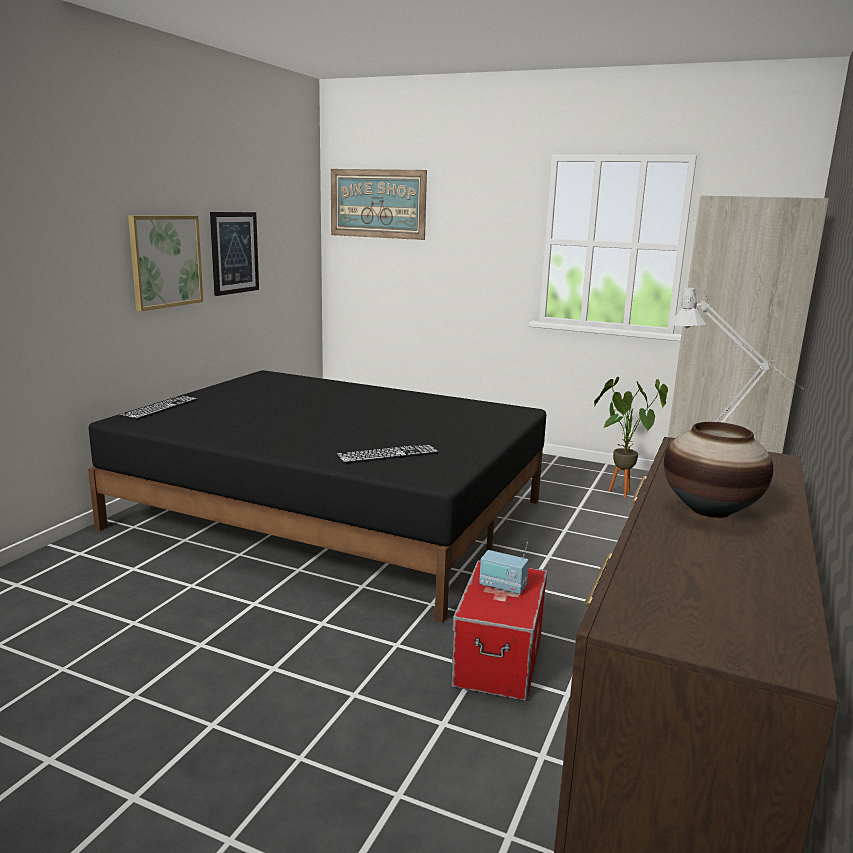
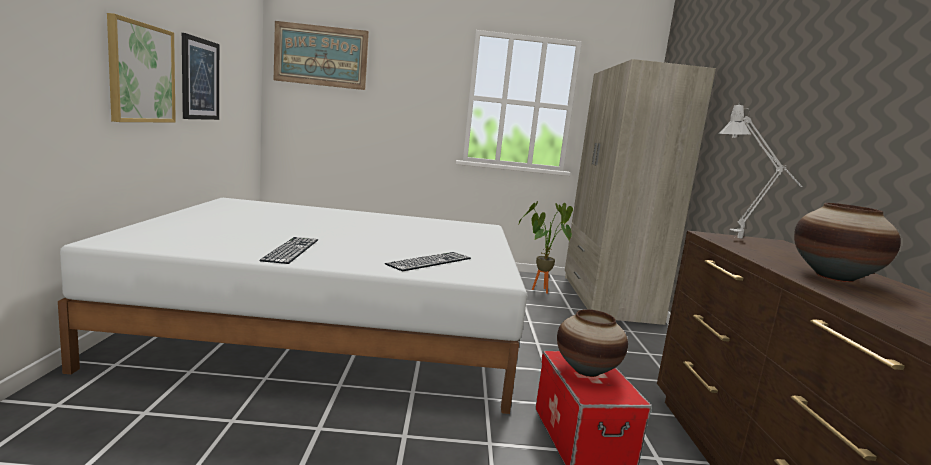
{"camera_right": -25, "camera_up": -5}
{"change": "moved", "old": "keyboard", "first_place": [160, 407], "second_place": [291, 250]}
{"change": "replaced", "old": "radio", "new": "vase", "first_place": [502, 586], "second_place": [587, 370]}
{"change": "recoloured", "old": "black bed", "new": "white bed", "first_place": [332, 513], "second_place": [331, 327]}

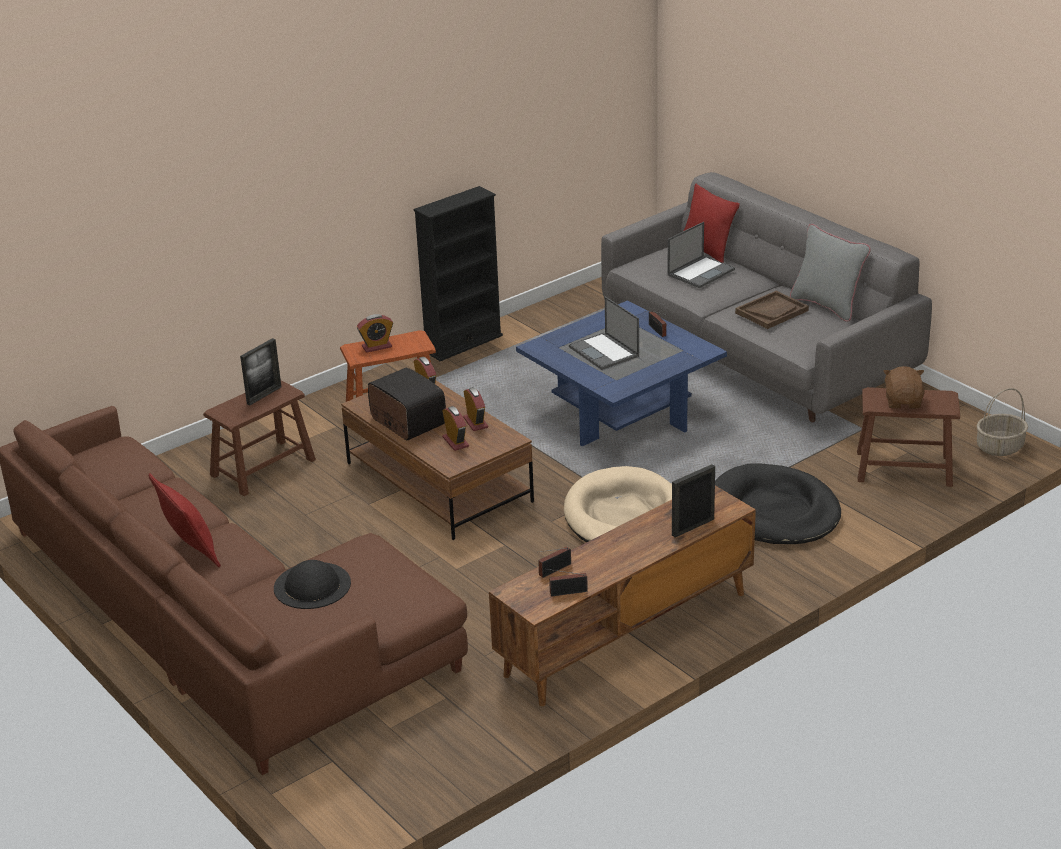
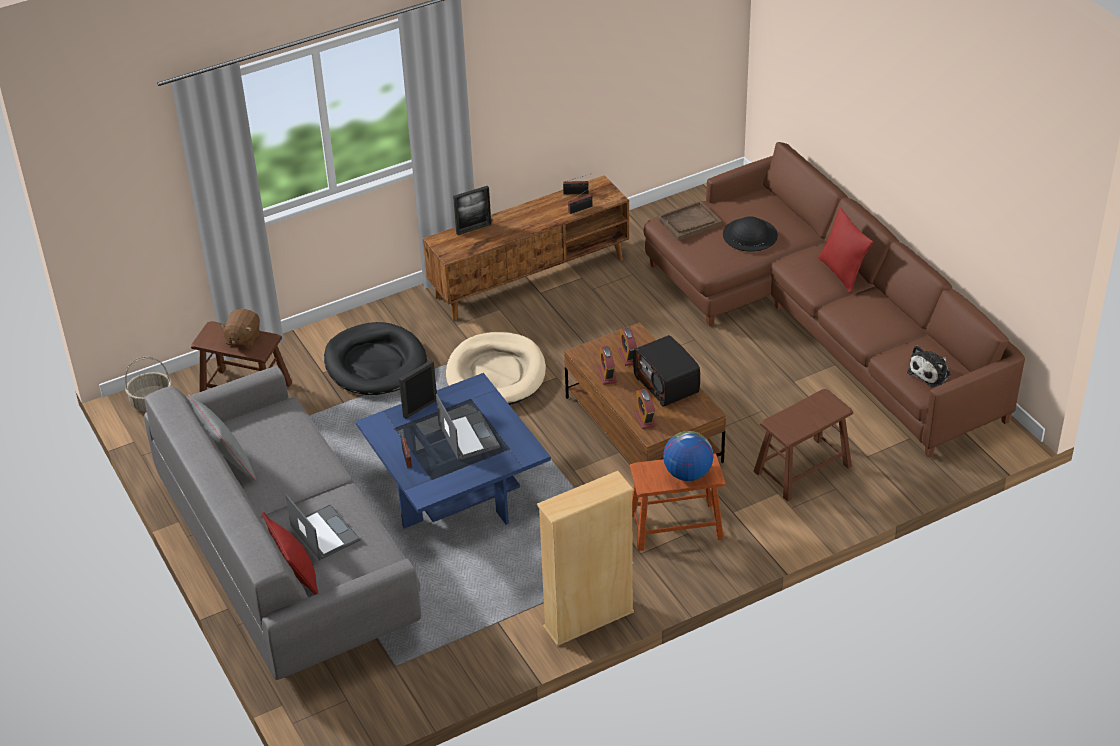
{"camera_right": -170, "camera_up": 10}
{"change": "added", "new": "plush toy", "second_place": [931, 372]}
{"change": "moved", "old": "picture frame", "first_place": [264, 395], "second_place": [420, 408]}
{"change": "moved", "old": "brown tray", "first_place": [771, 312], "second_place": [689, 222]}
{"change": "replaced", "old": "alarm clock", "new": "globe", "first_place": [377, 346], "second_place": [687, 473]}
{"change": "recoloured", "old": "black bookcase", "new": "beige bookcase", "first_place": [463, 343], "second_place": [588, 619]}
{"change": "turned", "old": "laptop", "first_place": [701, 272], "second_place": [324, 532], "degrees": 90}

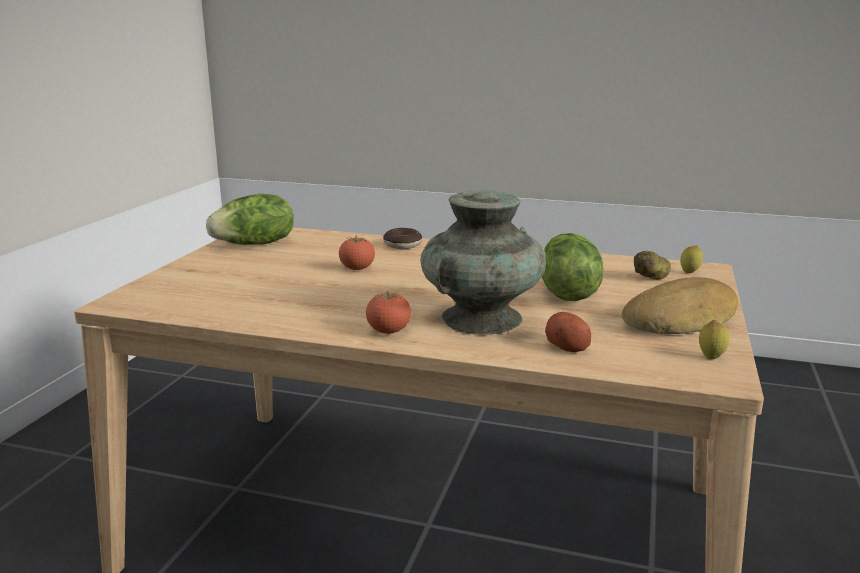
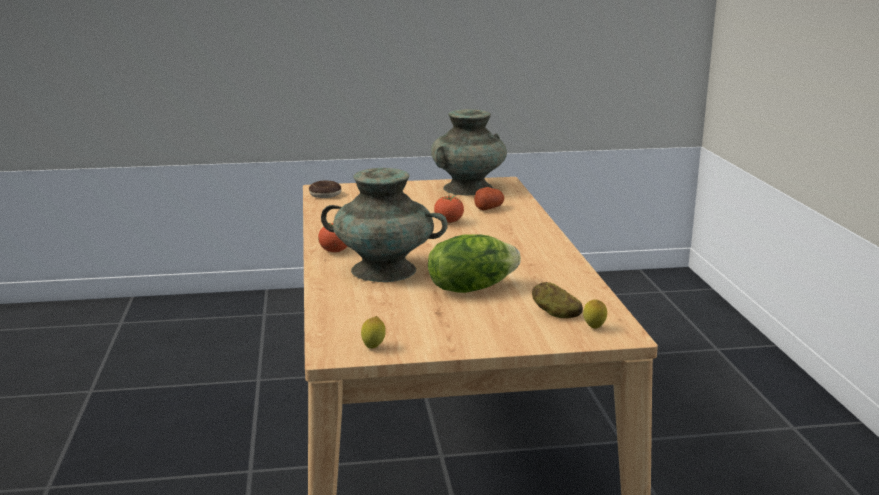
{"camera_right": 65, "camera_up": 0}
{"change": "removed", "old": "bread", "first_place": [682, 319]}
{"change": "moved", "old": "donut", "first_place": [402, 245], "second_place": [325, 195]}
{"change": "moved", "old": "potato", "first_place": [565, 345], "second_place": [488, 208]}
{"change": "replaced", "old": "lettuce", "new": "turquoise vase", "first_place": [255, 244], "second_place": [467, 188]}

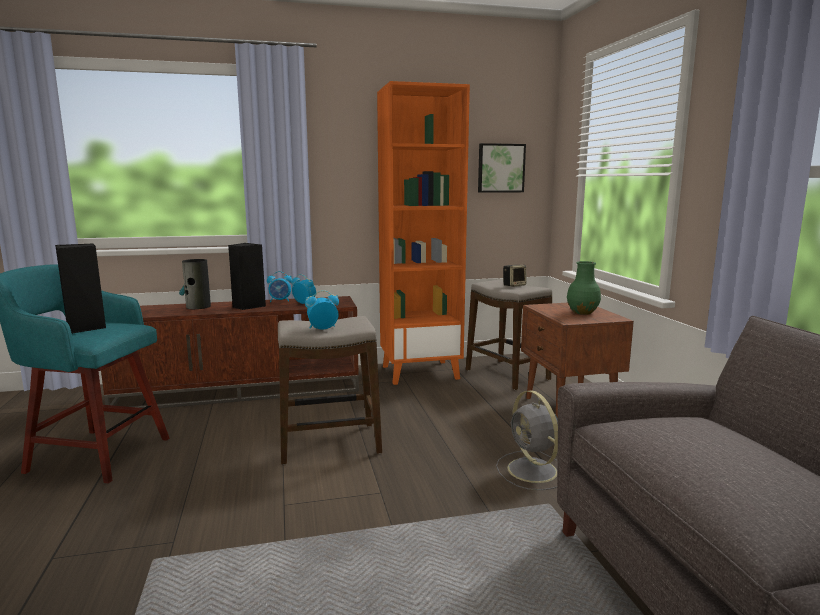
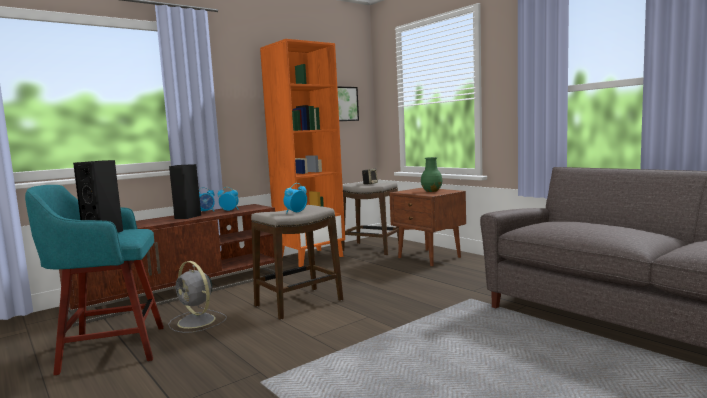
{"camera_right": -25, "camera_up": -5}
{"change": "removed", "old": "vase", "first_place": [198, 306]}
{"change": "moved", "old": "grey fan", "first_place": [533, 471], "second_place": [197, 321]}

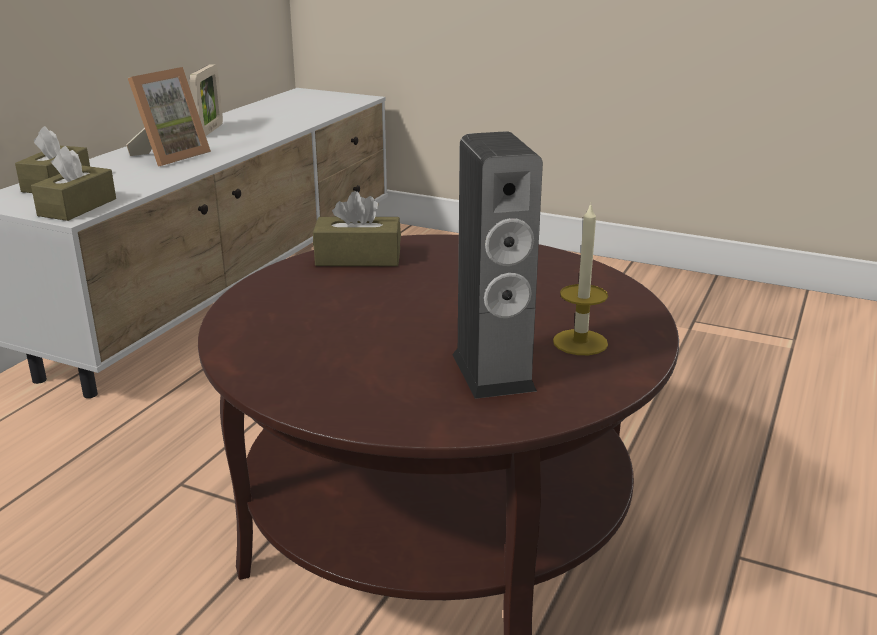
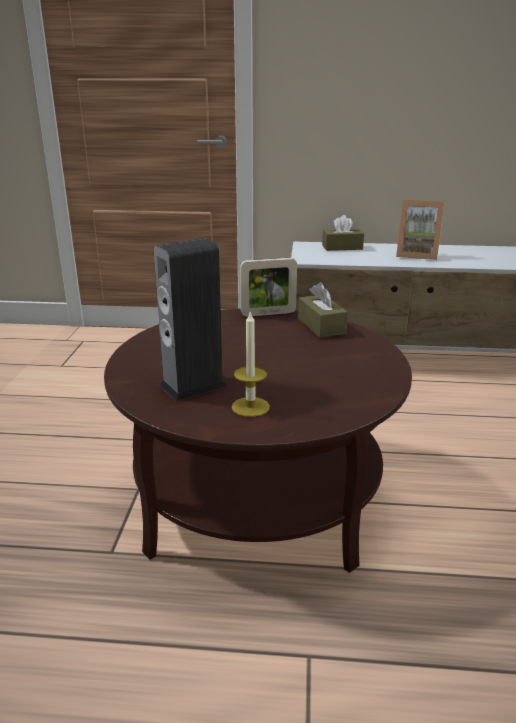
{"camera_right": 70, "camera_up": 0}
{"change": "removed", "old": "brown tissue box", "first_place": [77, 207]}
{"change": "moved", "old": "picture frame", "first_place": [210, 130], "second_place": [268, 313]}

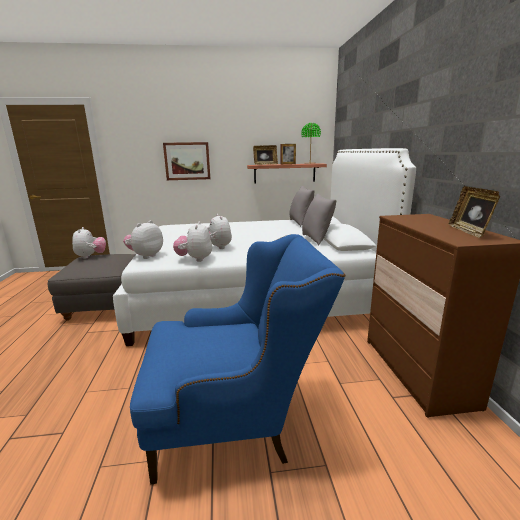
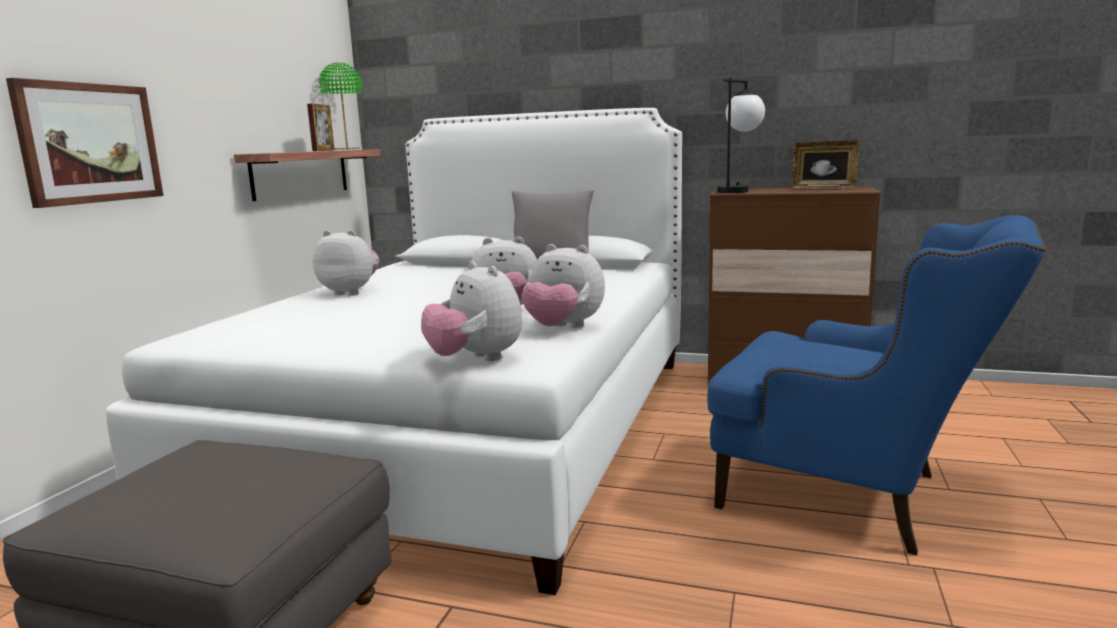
{"camera_right": -65, "camera_up": -5}
{"change": "removed", "old": "picture frame", "first_place": [265, 164]}
{"change": "removed", "old": "grey pillow", "first_place": [300, 223]}
{"change": "added", "new": "table lamp", "second_place": [738, 191]}
{"change": "moved", "old": "plush toy", "first_place": [91, 256], "second_place": [350, 292]}
{"change": "turned", "old": "blue armchair", "first_place": [236, 421], "second_place": [854, 497], "degrees": 105}

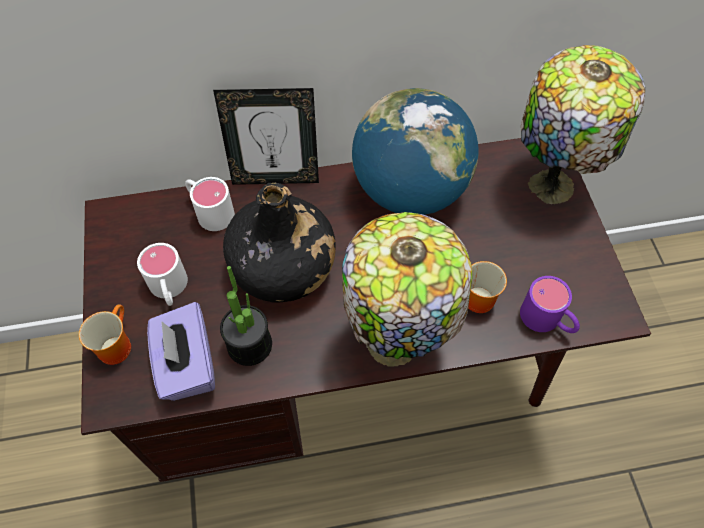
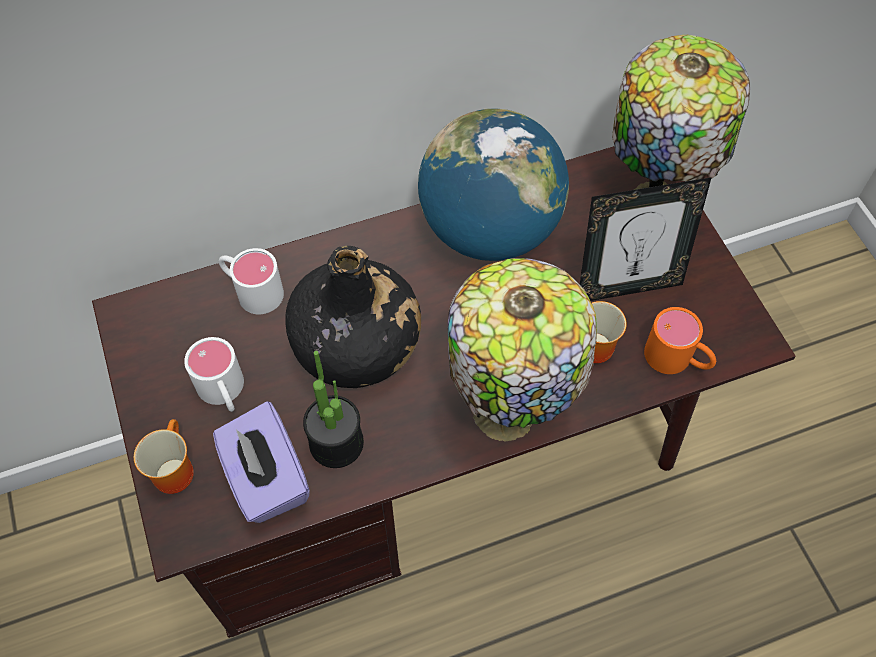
{"camera_right": -10, "camera_up": 0}
{"change": "moved", "old": "picture frame", "first_place": [275, 177], "second_place": [627, 286]}
{"change": "recoloured", "old": "purple mug", "new": "orange mug", "first_place": [547, 320], "second_place": [677, 359]}

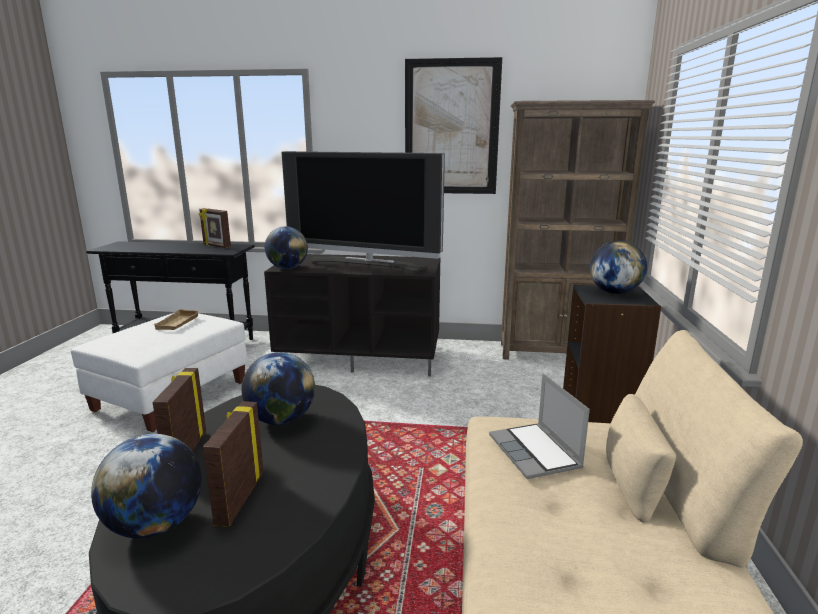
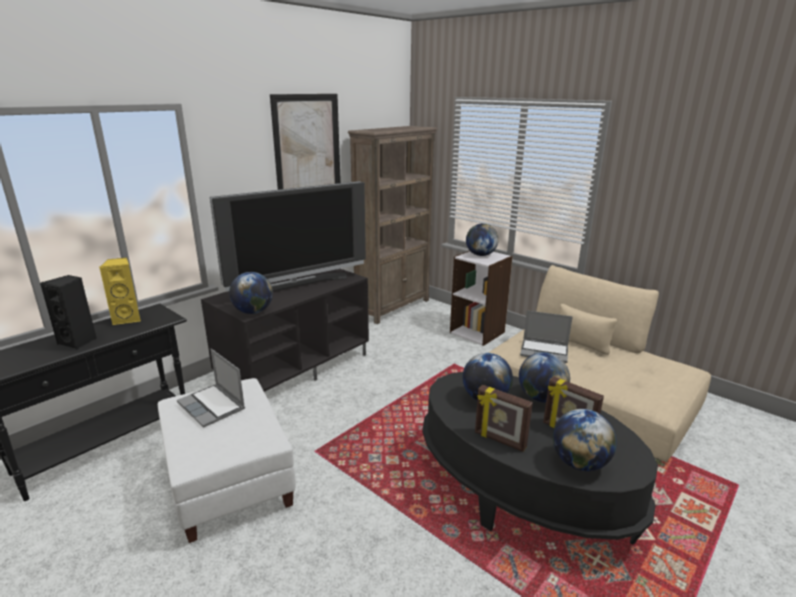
{"camera_right": -55, "camera_up": 5}
{"change": "added", "new": "black speaker", "second_place": [79, 342]}
{"change": "added", "new": "globe", "second_place": [541, 398]}
{"change": "replaced", "old": "beige tray", "new": "laptop", "first_place": [179, 323], "second_place": [212, 406]}
{"change": "replaced", "old": "picture frame", "new": "yellow speaker", "first_place": [216, 246], "second_place": [128, 319]}
{"change": "recoloured", "old": "black bookcase", "new": "white bookcase", "first_place": [600, 419], "second_place": [477, 332]}

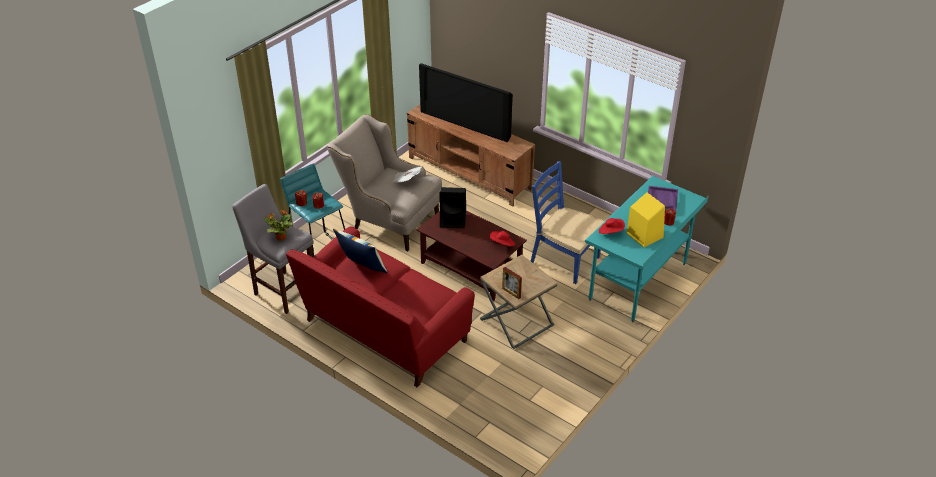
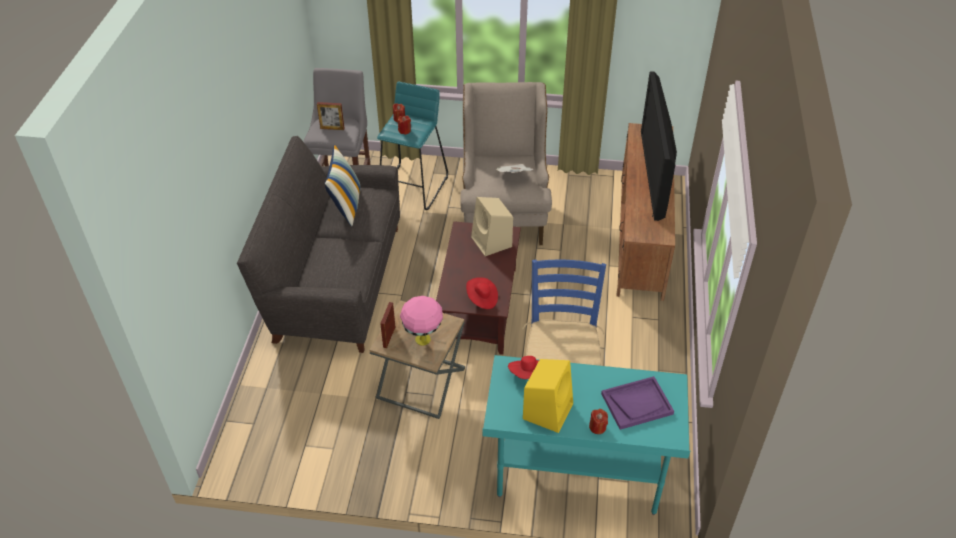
{"camera_right": 60, "camera_up": 5}
{"change": "added", "new": "pink table lamp", "second_place": [423, 340]}
{"change": "replaced", "old": "potted plant", "new": "picture frame", "first_place": [280, 237], "second_place": [332, 128]}
{"change": "recoloured", "old": "red sofa", "new": "grey sofa", "first_place": [384, 331], "second_place": [335, 282]}
{"change": "recoloured", "old": "black speaker", "new": "beige speaker", "first_place": [454, 220], "second_place": [492, 242]}

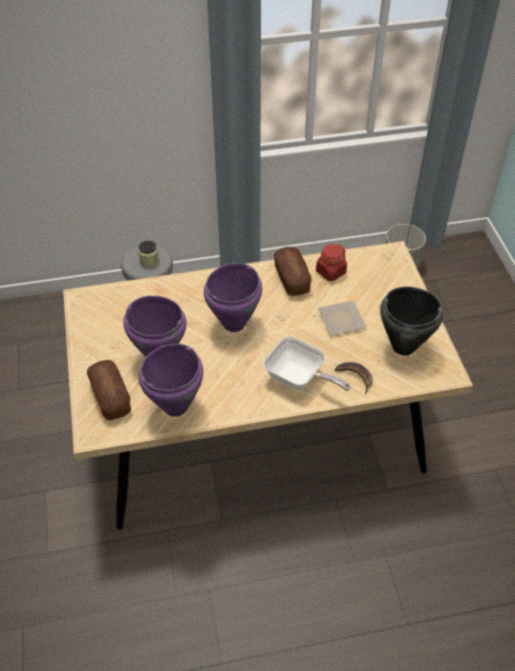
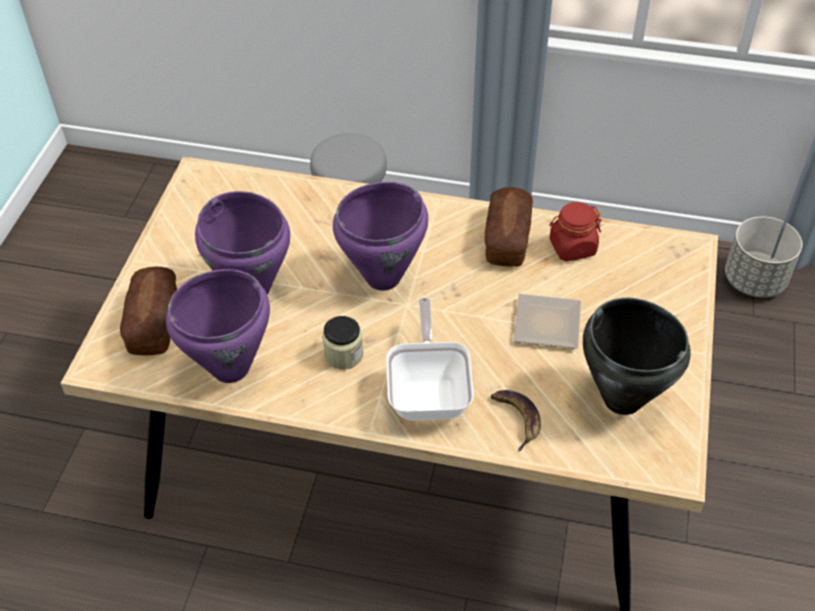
{"camera_right": 25, "camera_up": 0}
{"change": "moved", "old": "jar", "first_place": [149, 261], "second_place": [343, 355]}
{"change": "turned", "old": "frying pan", "first_place": [299, 379], "second_place": [429, 391], "degrees": -150}

